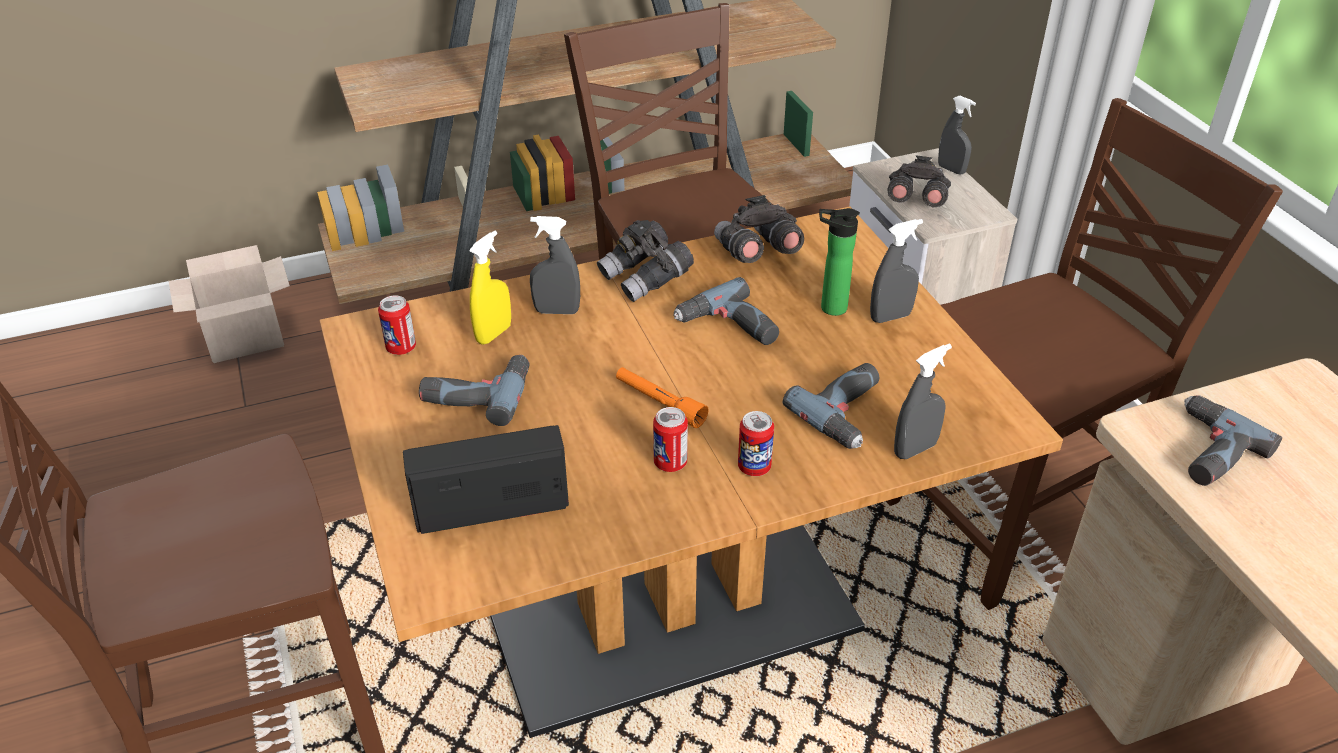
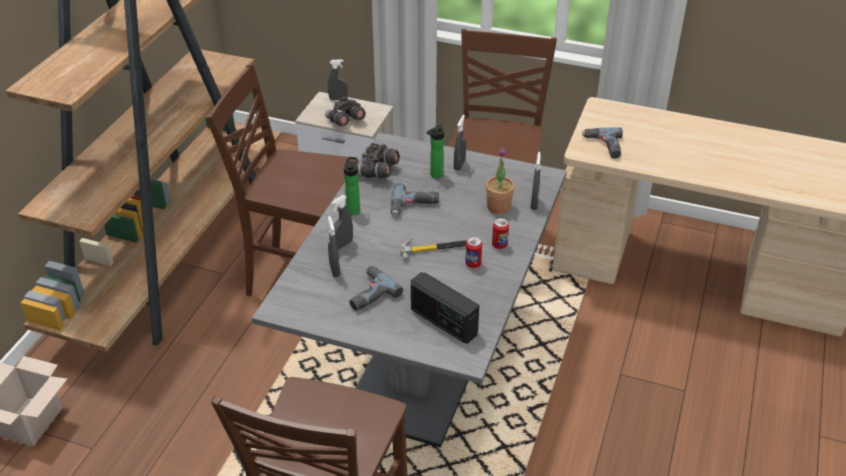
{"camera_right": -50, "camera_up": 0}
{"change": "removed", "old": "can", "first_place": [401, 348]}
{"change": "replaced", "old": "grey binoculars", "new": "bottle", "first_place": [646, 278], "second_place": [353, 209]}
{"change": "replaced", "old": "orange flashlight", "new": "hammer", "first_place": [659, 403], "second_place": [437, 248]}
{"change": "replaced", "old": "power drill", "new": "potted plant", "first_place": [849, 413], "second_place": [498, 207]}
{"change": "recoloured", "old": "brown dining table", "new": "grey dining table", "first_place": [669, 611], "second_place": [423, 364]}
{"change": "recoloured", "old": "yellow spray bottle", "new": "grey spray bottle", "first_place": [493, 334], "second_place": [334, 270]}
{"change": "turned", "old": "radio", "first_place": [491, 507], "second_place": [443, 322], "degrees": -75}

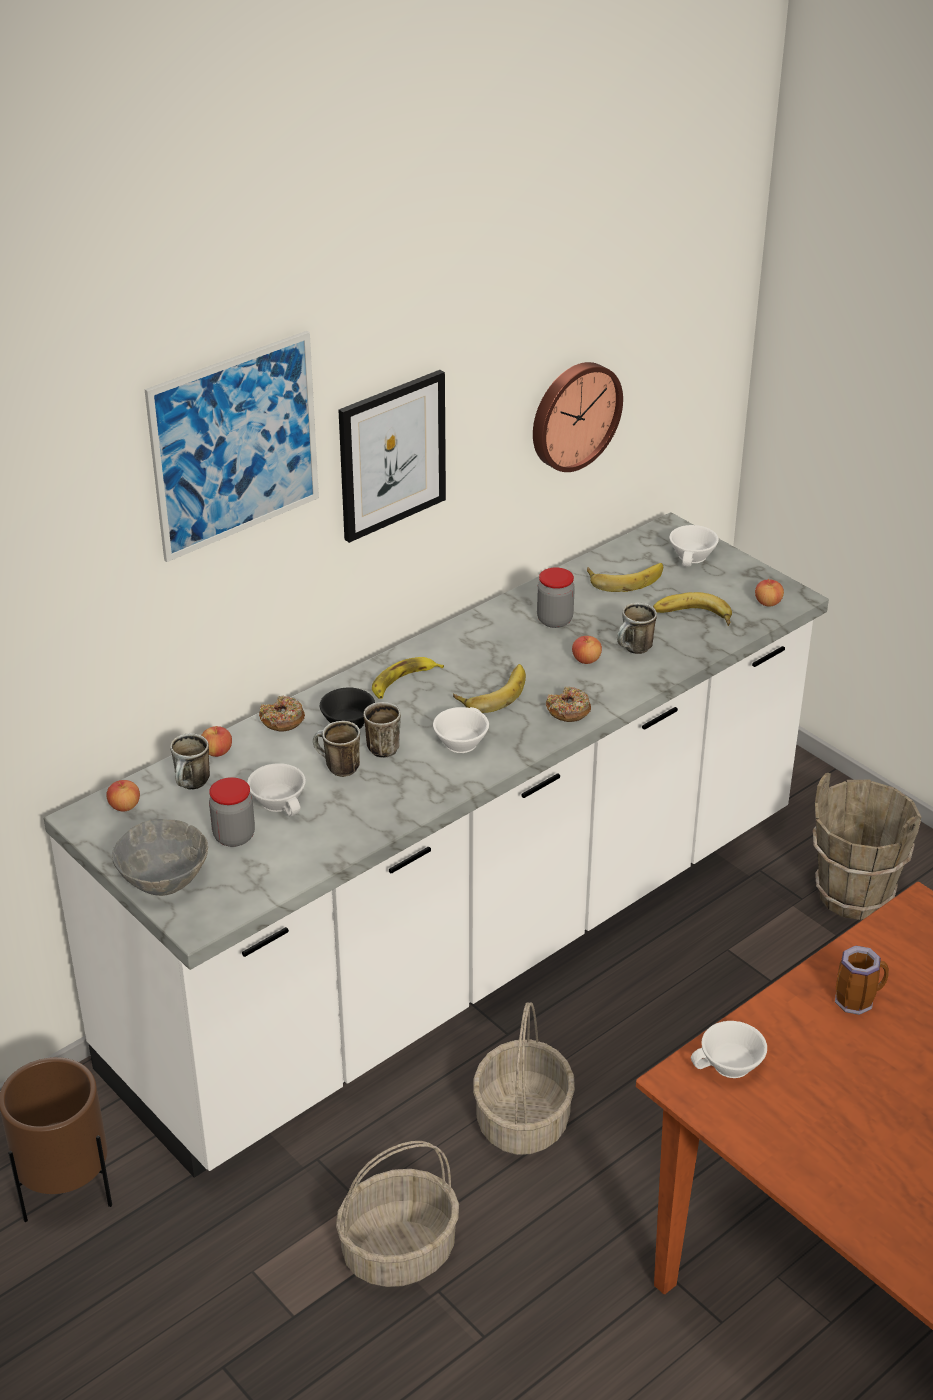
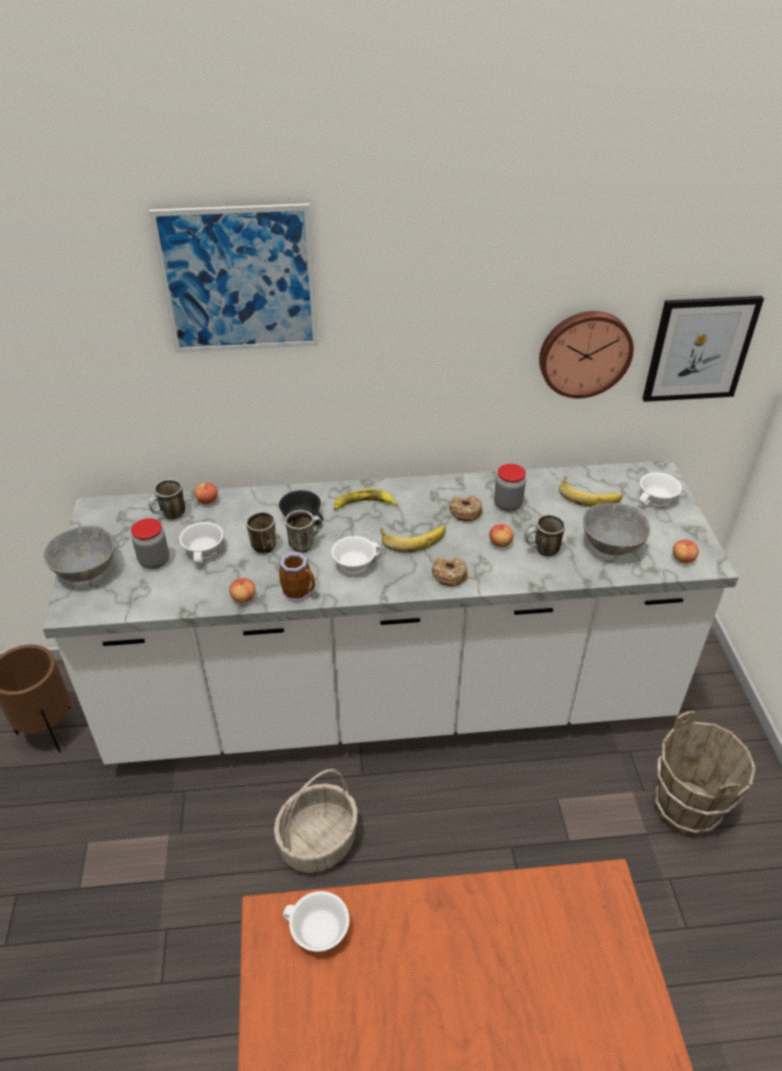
{"camera_right": 35, "camera_up": 5}
{"change": "removed", "old": "basket", "first_place": [399, 1250]}
{"change": "moved", "old": "apple", "first_place": [124, 806], "second_place": [243, 598]}
{"change": "moved", "old": "donut", "first_place": [282, 720], "second_place": [465, 512]}
{"change": "moved", "old": "picture", "first_place": [391, 455], "second_place": [699, 349]}
{"change": "moved", "old": "mug", "first_place": [857, 1000], "second_place": [300, 592]}
{"change": "replaced", "old": "banana", "new": "grey bowl", "first_place": [692, 617], "second_place": [611, 545]}

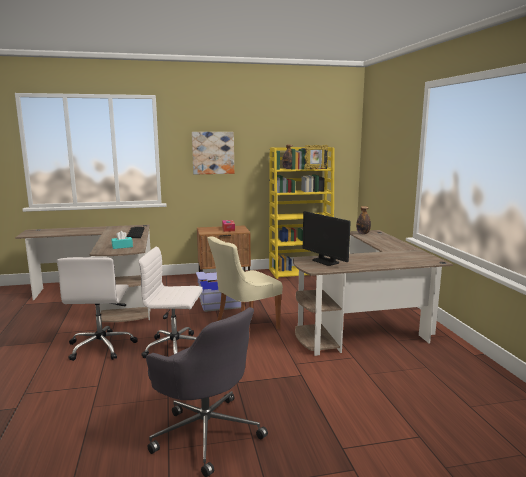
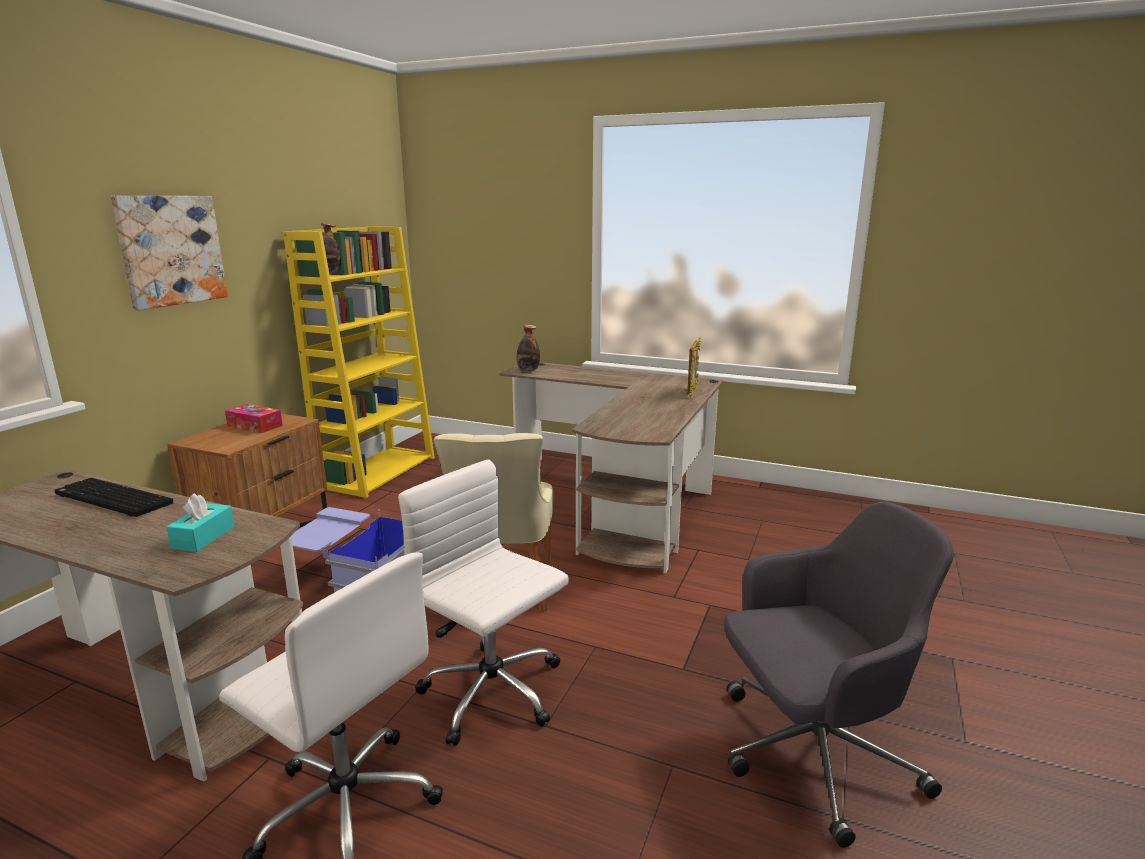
{"camera_right": -55, "camera_up": 5}
{"change": "removed", "old": "monitor", "first_place": [325, 261]}
{"change": "moved", "old": "picture frame", "first_place": [315, 169], "second_place": [692, 392]}
{"change": "turned", "old": "white office chair", "first_place": [176, 348], "second_place": [493, 694], "degrees": 90}

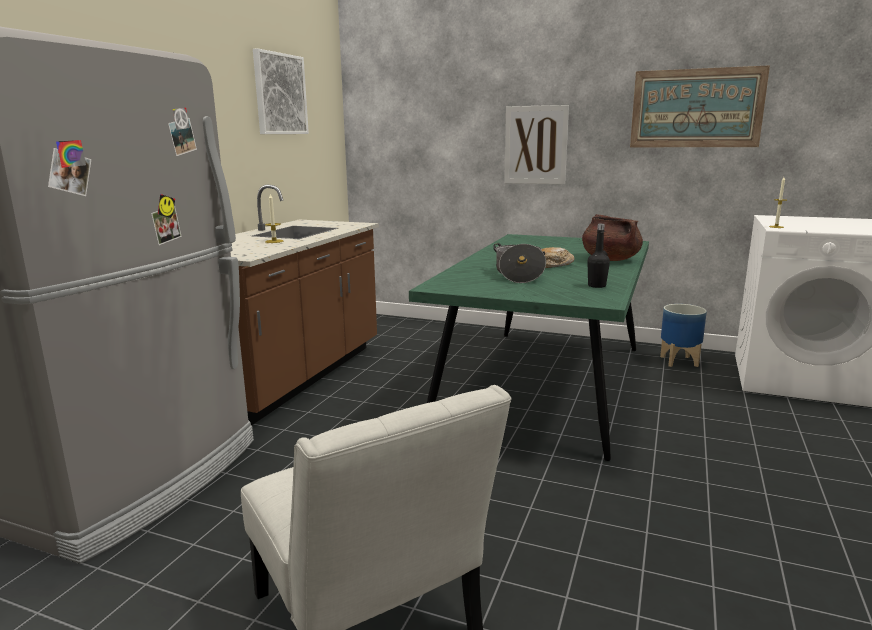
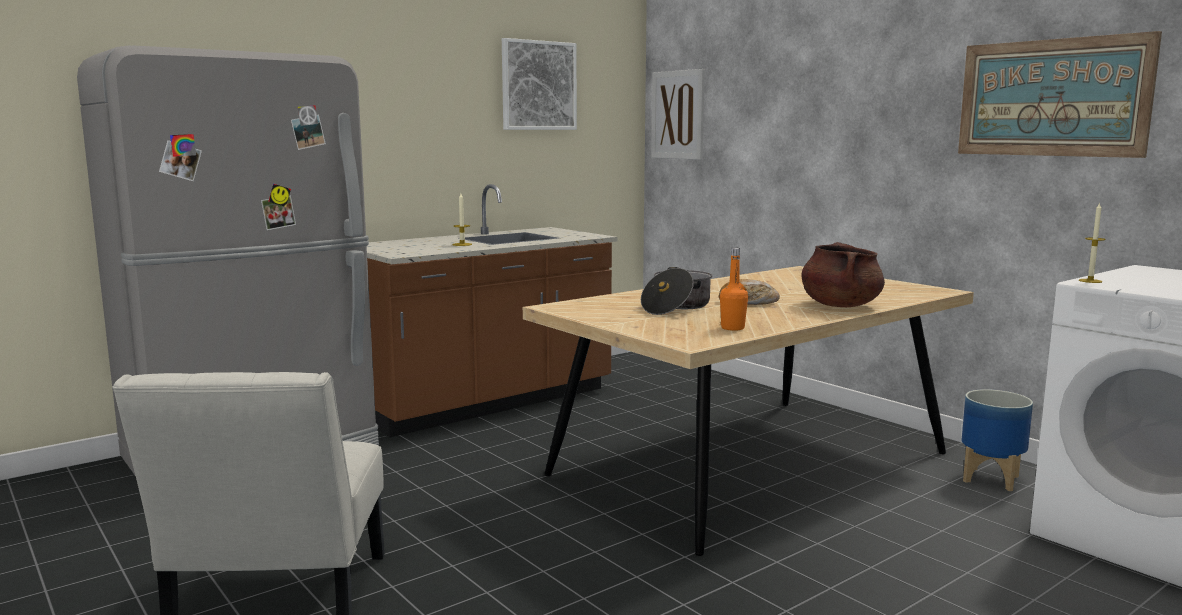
{"camera_right": 30, "camera_up": -5}
{"change": "moved", "old": "picture", "first_place": [535, 145], "second_place": [678, 115]}
{"change": "recoloured", "old": "green dining table", "new": "beige dining table", "first_place": [544, 382], "second_place": [752, 463]}
{"change": "recoloured", "old": "black bottle", "new": "orange bottle", "first_place": [596, 286], "second_place": [732, 328]}

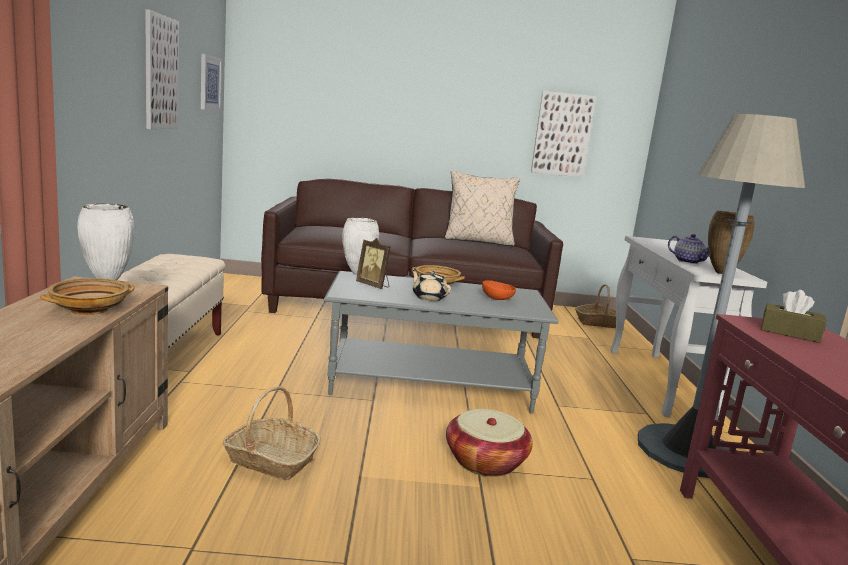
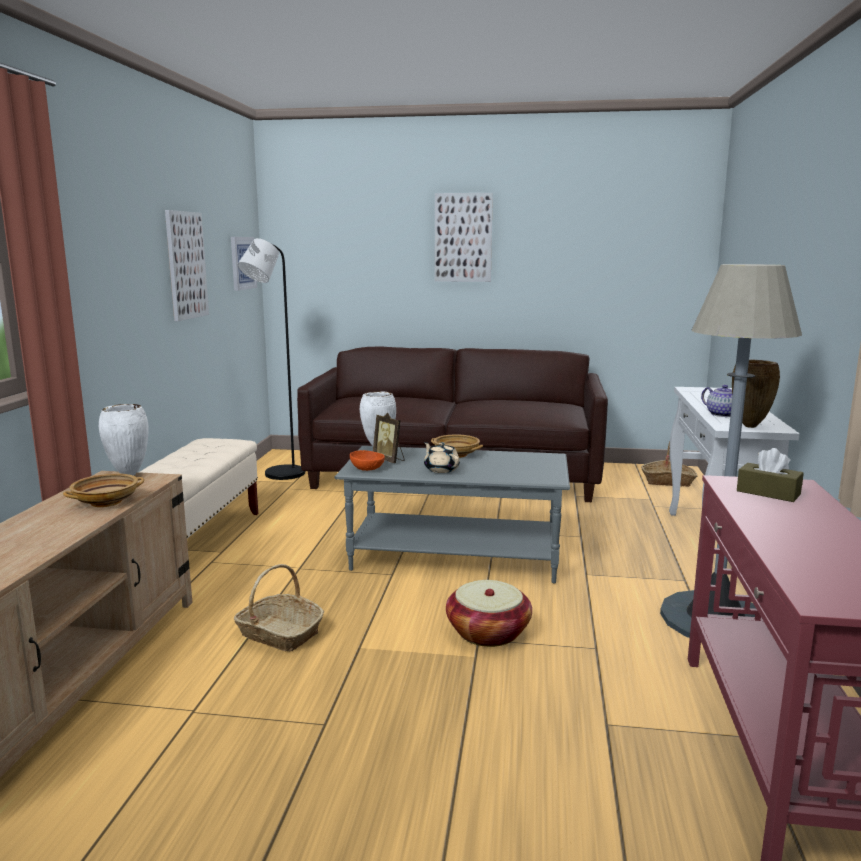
{"camera_right": 10, "camera_up": 0}
{"change": "removed", "old": "beige pillow", "first_place": [478, 241]}
{"change": "added", "new": "black floor lamp", "second_place": [278, 475]}
{"change": "moved", "old": "orange bowl", "first_place": [497, 298], "second_place": [367, 469]}
{"change": "moved", "old": "picture", "first_place": [562, 134], "second_place": [463, 237]}

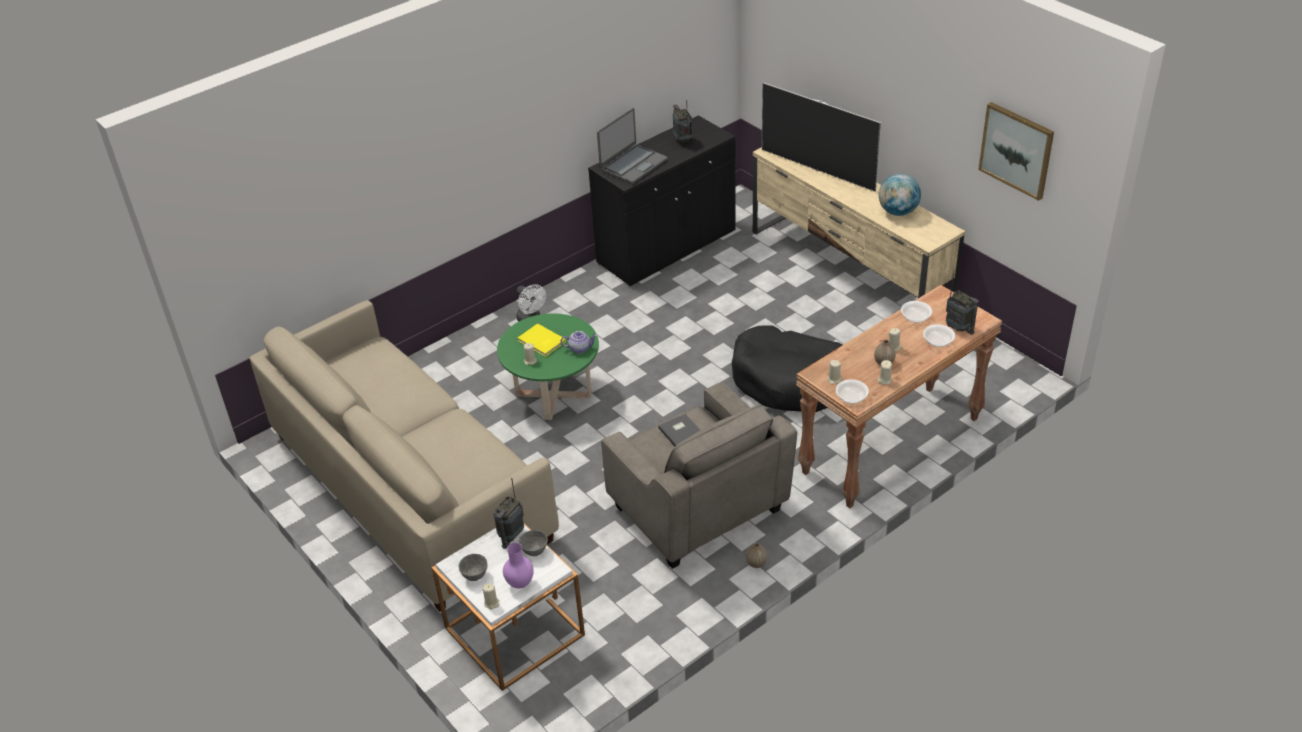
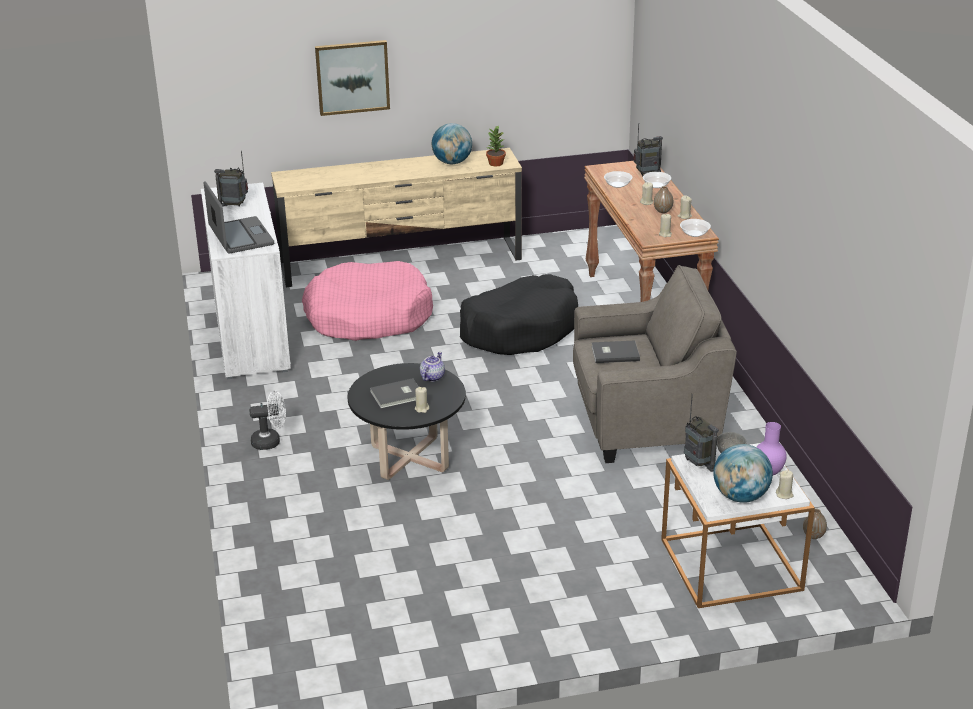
{"camera_right": -65, "camera_up": -10}
{"change": "removed", "old": "beige sofa", "first_place": [409, 487]}
{"change": "removed", "old": "television", "first_place": [818, 170]}
{"change": "added", "new": "pink dog bed", "second_place": [368, 316]}
{"change": "added", "new": "potted plant", "second_place": [495, 163]}
{"change": "moved", "old": "vase", "first_place": [756, 563], "second_place": [813, 535]}
{"change": "moved", "old": "picture", "first_place": [1016, 150], "second_place": [352, 77]}
{"change": "replaced", "old": "grey bowl", "new": "globe", "first_place": [474, 576], "second_place": [740, 496]}
{"change": "recoloured", "old": "green coffee table", "new": "black coffee table", "first_place": [553, 395], "second_place": [409, 458]}
{"change": "recoloured", "old": "yellow book", "new": "grey book", "first_place": [541, 342], "second_place": [398, 395]}
{"change": "recoloured", "old": "black cabinet", "new": "white cabinet", "first_place": [667, 247], "second_place": [251, 335]}

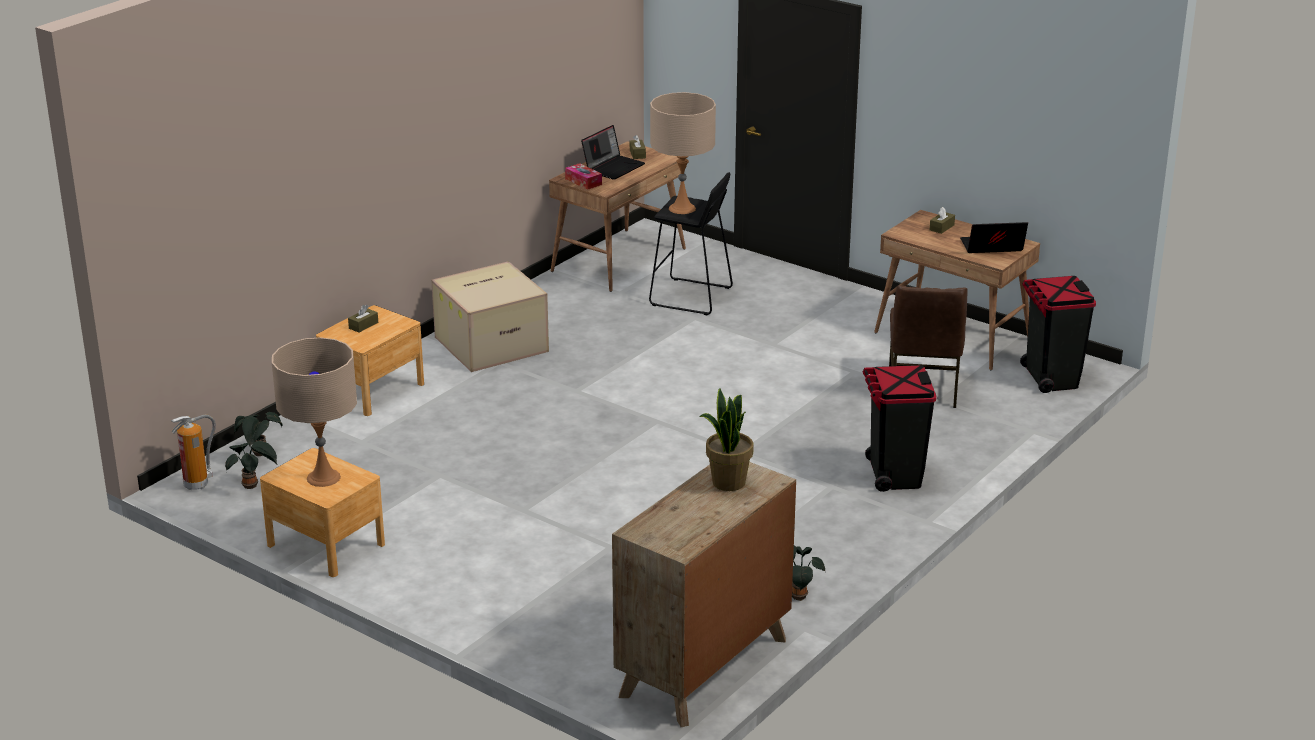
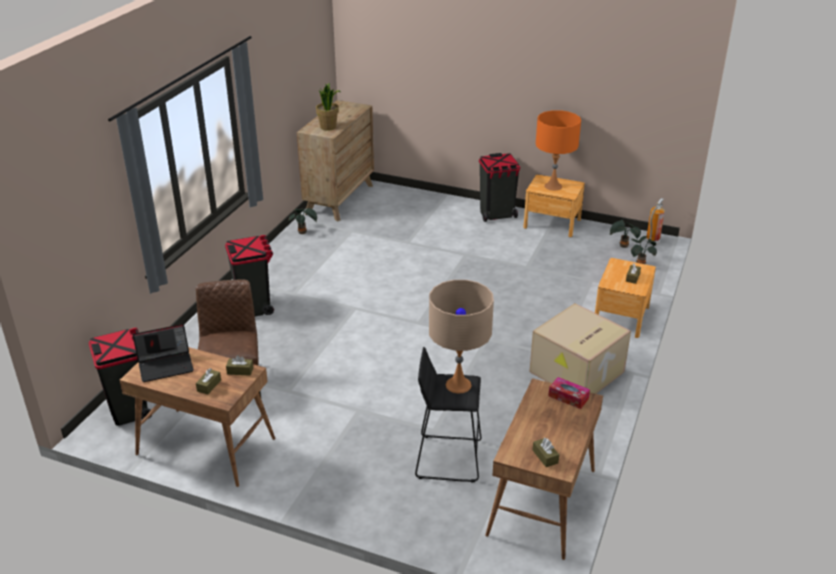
{"camera_right": 165, "camera_up": 5}
{"change": "removed", "old": "laptop", "first_place": [613, 167]}
{"change": "added", "new": "brown tissue box", "second_place": [240, 371]}
{"change": "added", "new": "black trash can", "second_place": [497, 215]}
{"change": "recoloured", "old": "beige table lamp", "new": "orange table lamp", "first_place": [323, 477], "second_place": [553, 186]}

